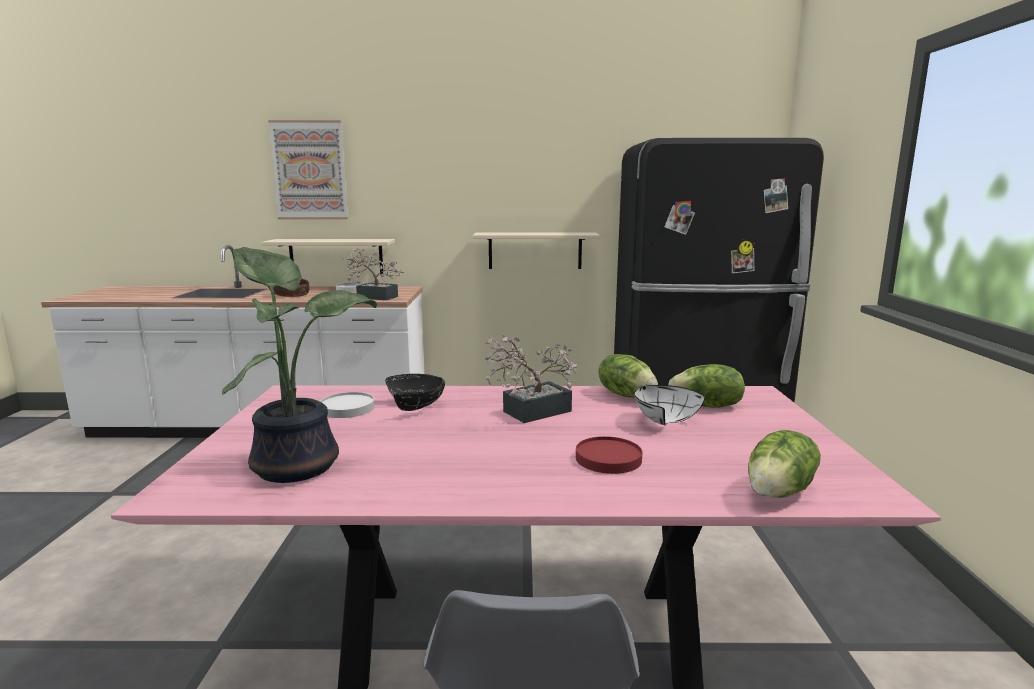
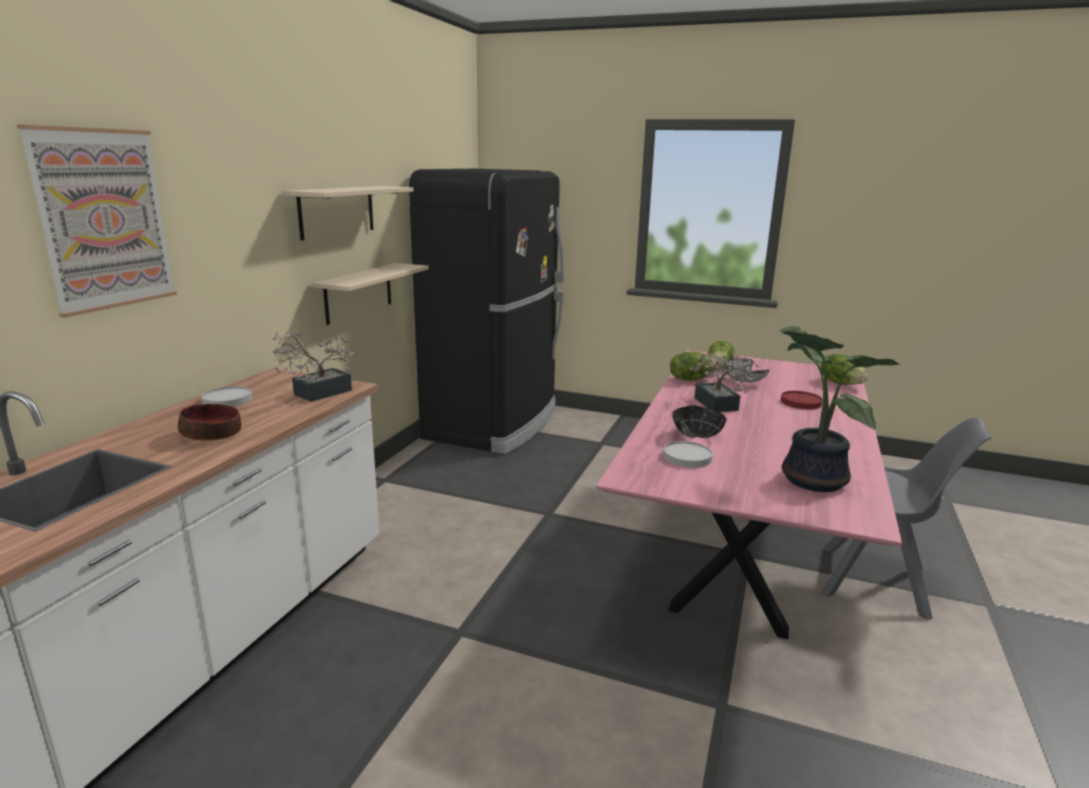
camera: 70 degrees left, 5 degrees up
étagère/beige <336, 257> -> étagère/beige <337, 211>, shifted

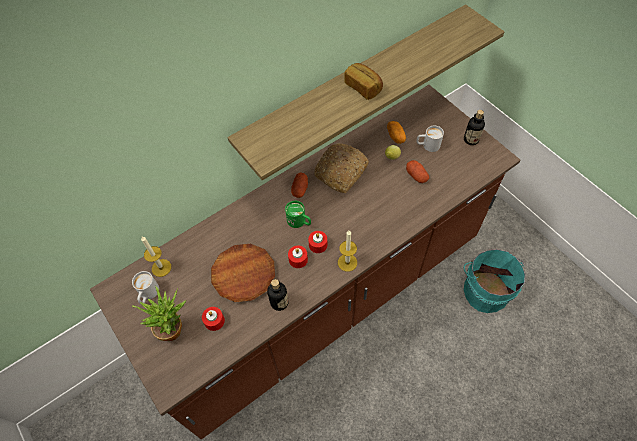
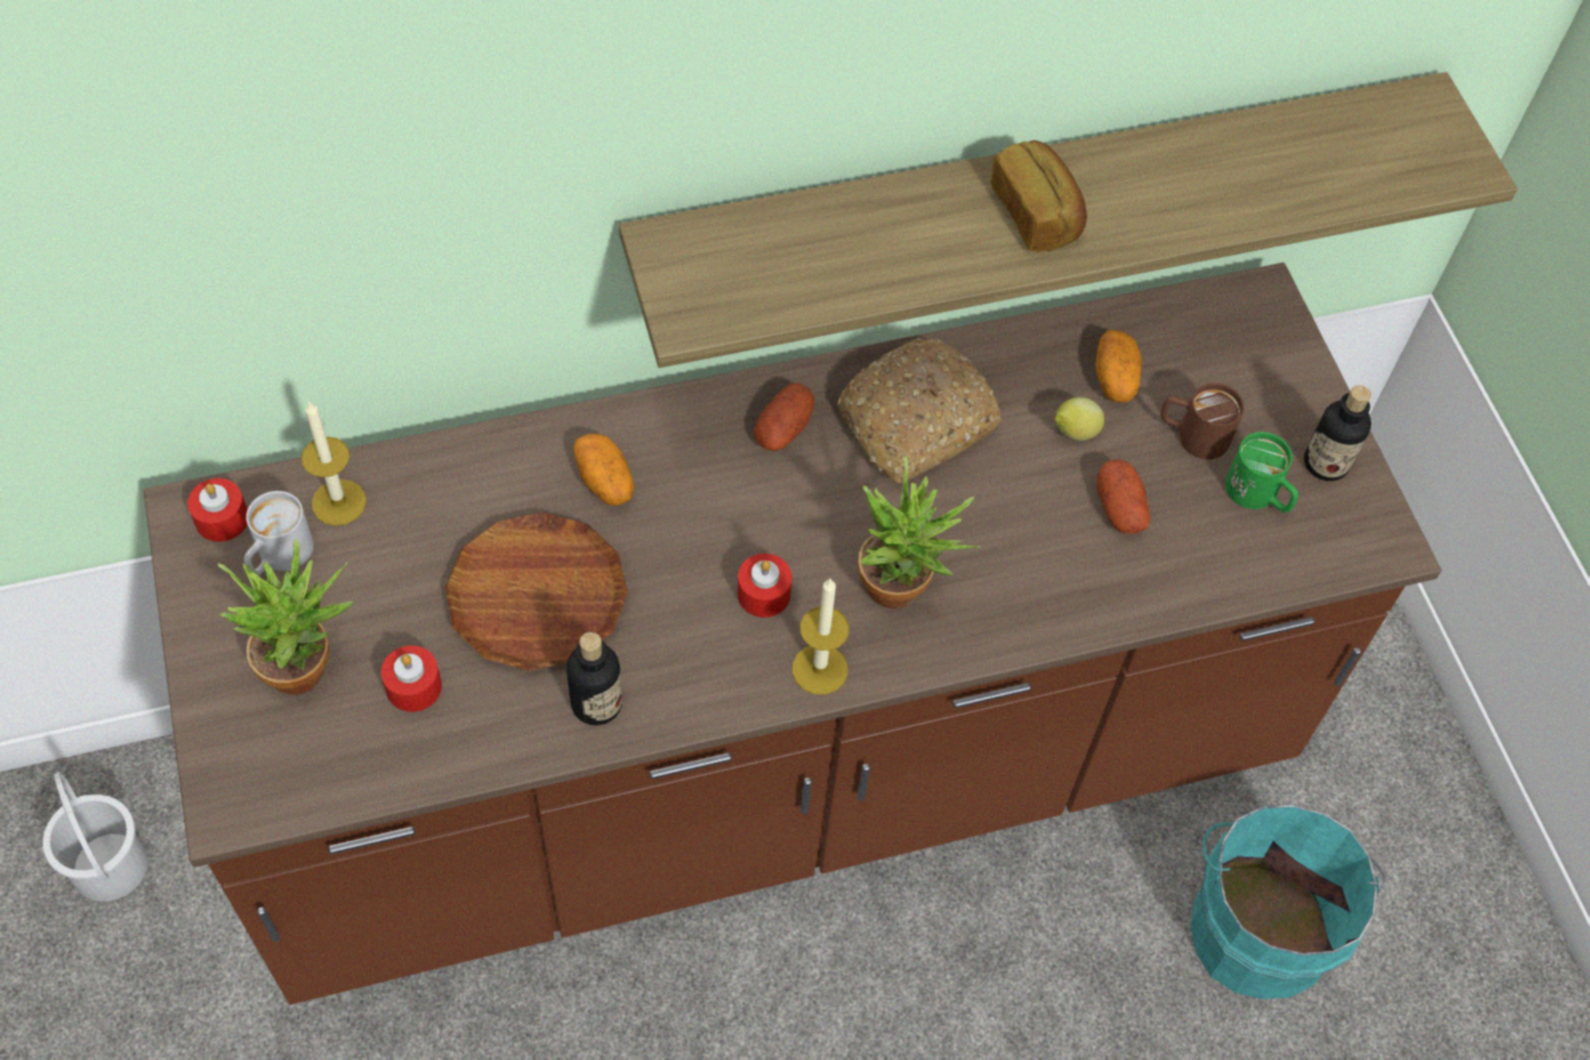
camera: 15 degrees right, 0 degrees up
none -> seau/blanc <111, 865>
bougie/rouge <298, 259> -> bougie/rouge <222, 519>, shifted
none -> pomme de terre <605, 481>
none -> plante en pot <903, 591>
mug/blanc <427, 145> -> mug/marron <1192, 435>
mug/vert <299, 222> -> mug/vert <1259, 496>, shifted

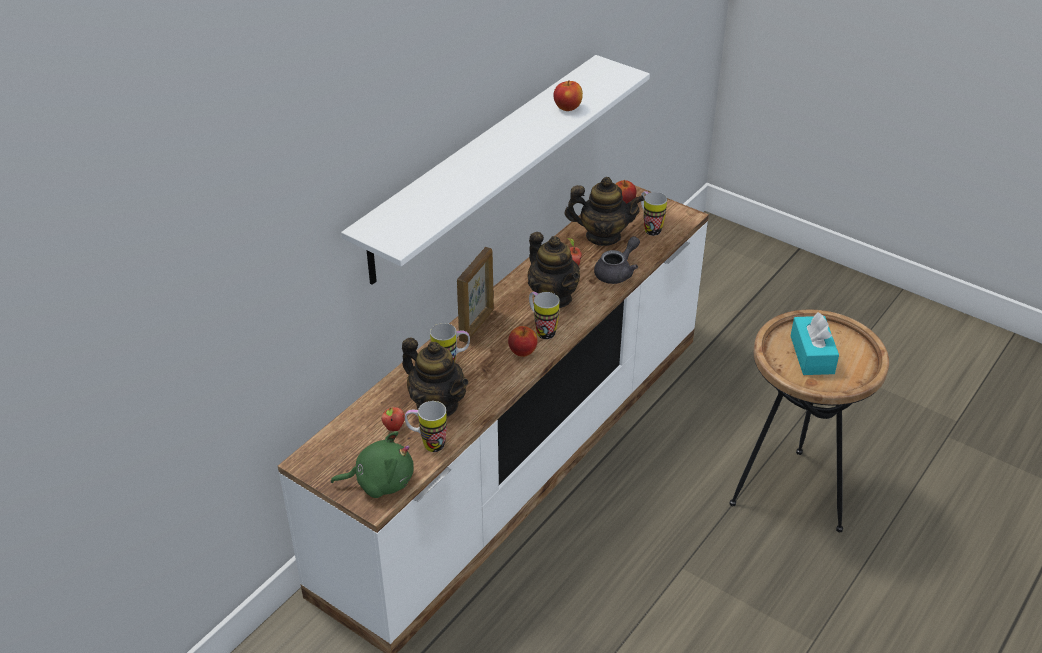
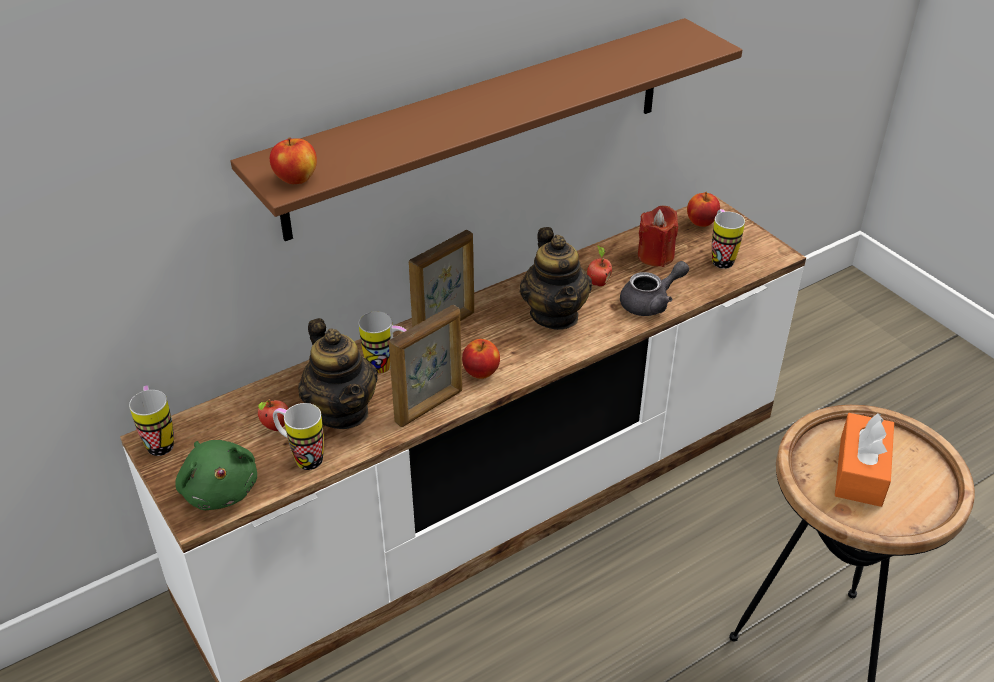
camera: 20 degrees right, 0 degrees up
mug <542, 330> -> mug <159, 440>, shifted
peluche/vert <380, 481> -> peluche/vert <220, 489>, 45 degrees clockwise
étagère/blanc <482, 167> -> étagère/marron <481, 127>
pomme <567, 108> -> pomme <296, 179>, shifted
none -> cadre photo <430, 406>
théière <603, 236> -> bougie/rouge <655, 256>
boîte à mouchoirs/turquoise <812, 355> -> boîte à mouchoirs/orange <860, 471>

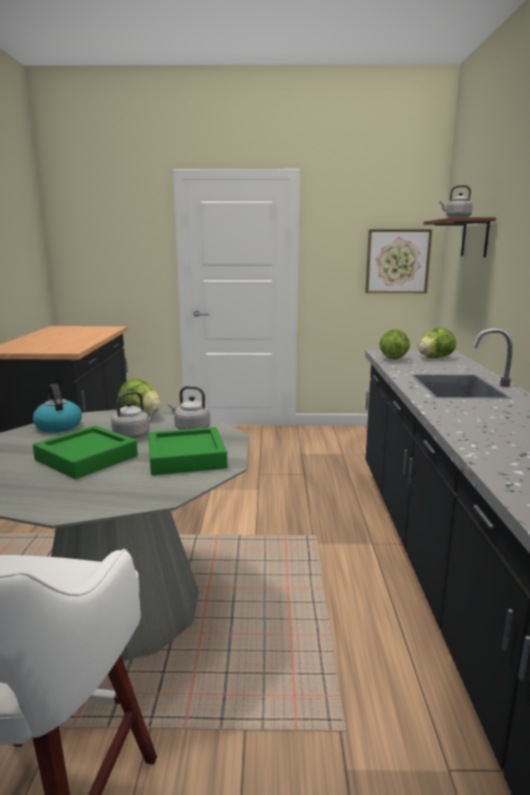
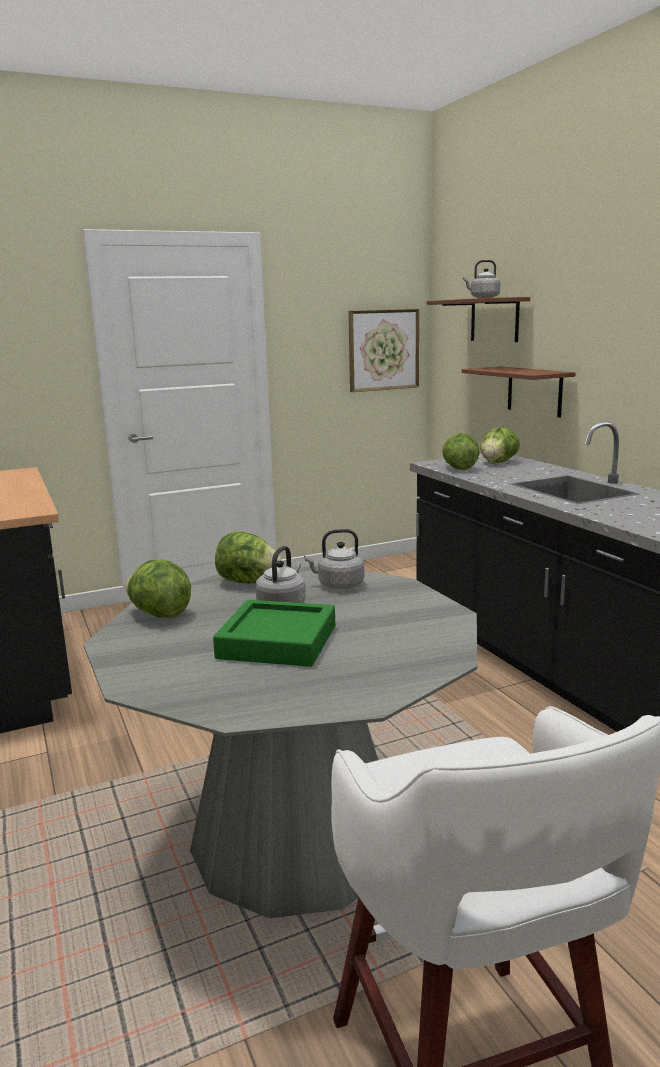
camera: 25 degrees left, 0 degrees up
bouilloire <58, 426> -> laitue <159, 614>
none -> étagère/marron <534, 391>
plateau/vert <186, 457> -> none

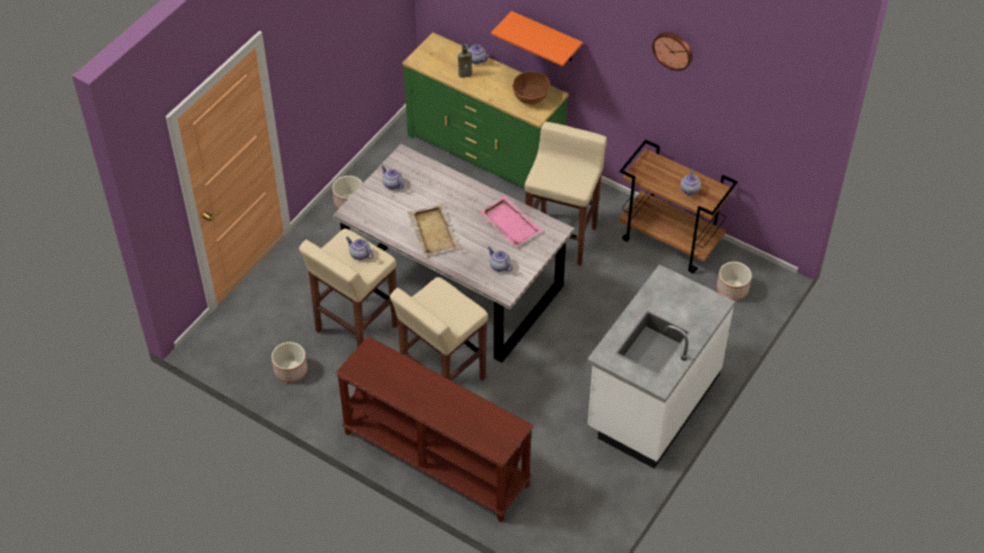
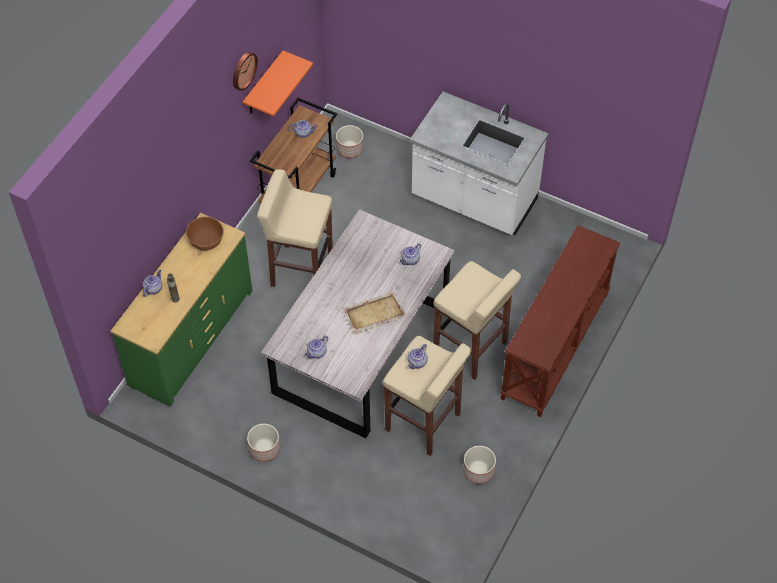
camera: 95 degrees left, 5 degrees up
étagère/orange <546, 37> -> étagère/orange <263, 85>, shifted
plateau/rose <509, 223> -> none

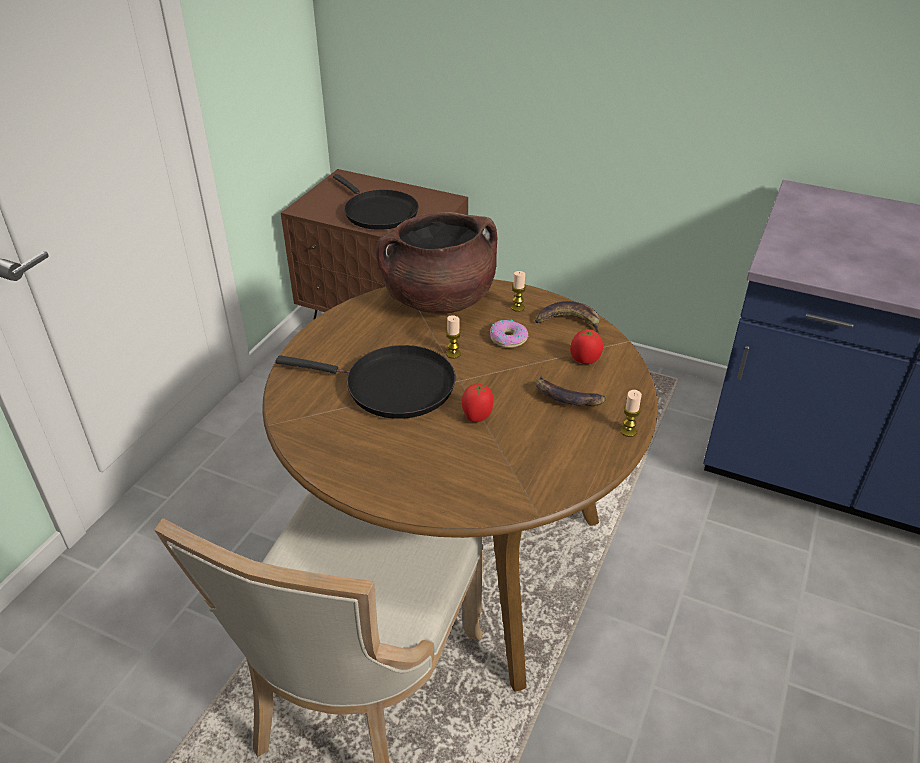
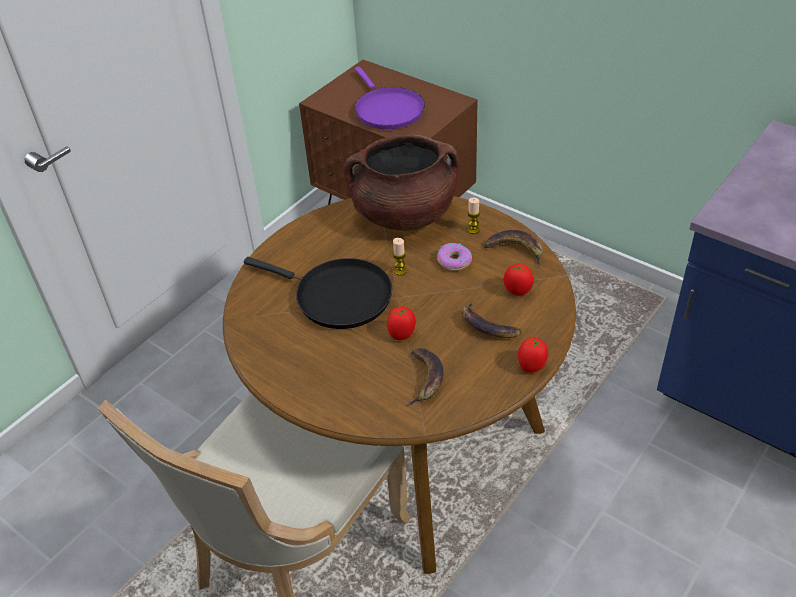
camera: 15 degrees right, 5 degrees up
poêle/noir <378, 212> -> poêle/violet <387, 110>
none -> banane <425, 379>
bougie <628, 431> -> tomate <532, 366>

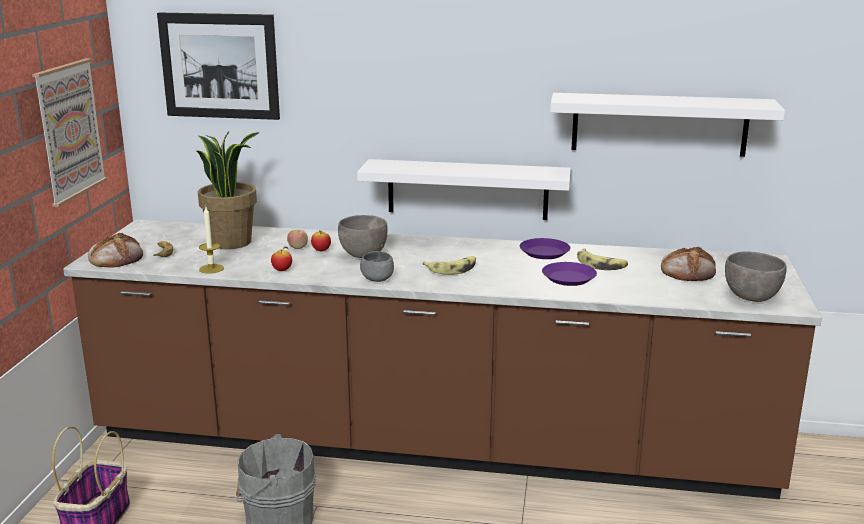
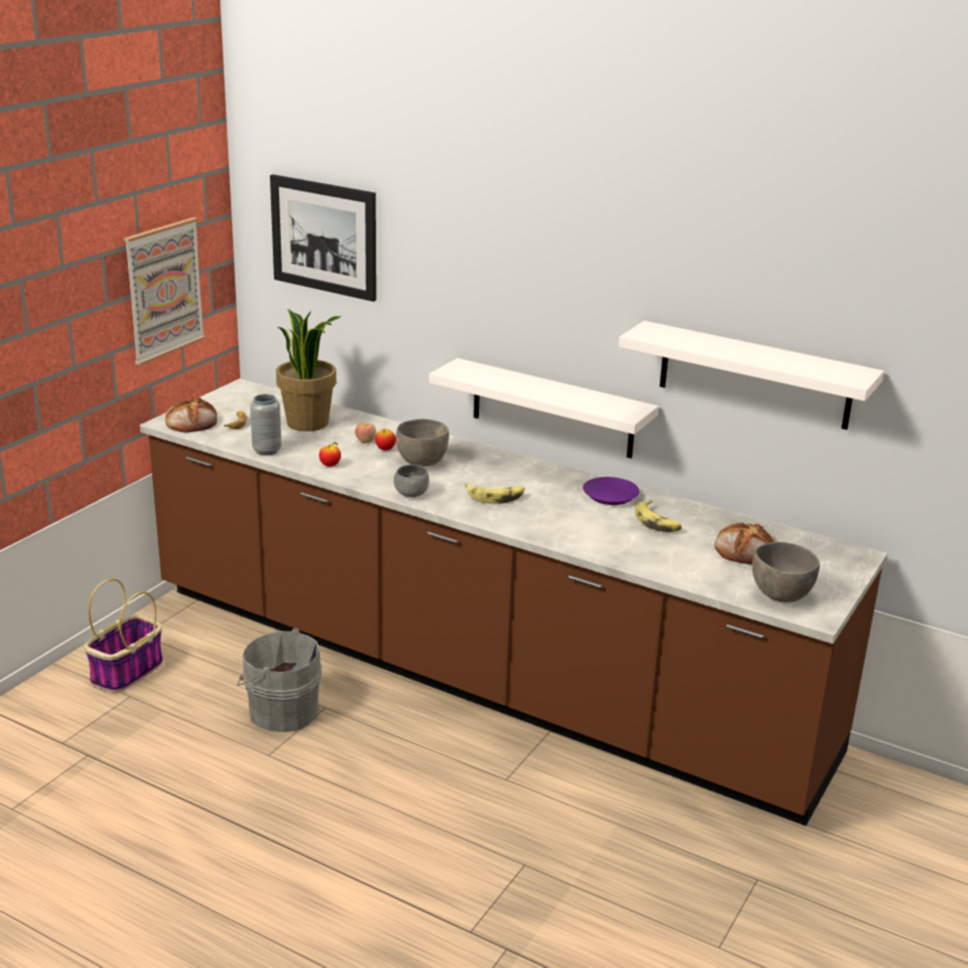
camera: 20 degrees right, 5 degrees up
bougie <211, 269> -> vase/gris <267, 451>
assiette/violet <569, 278> -> none

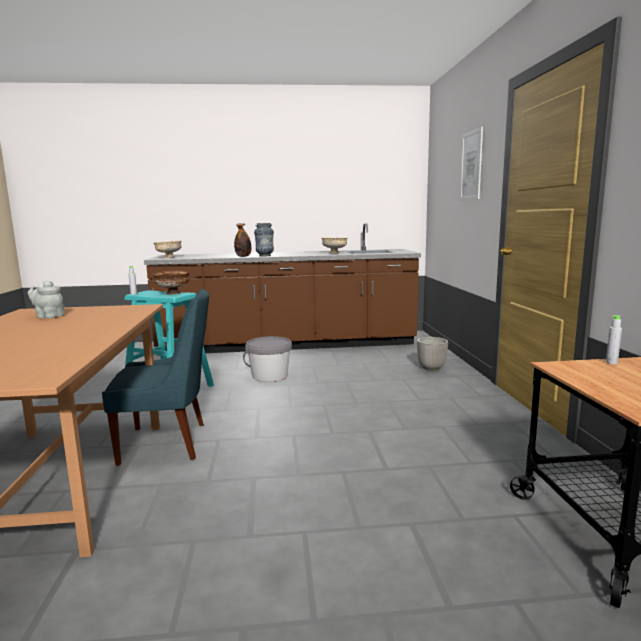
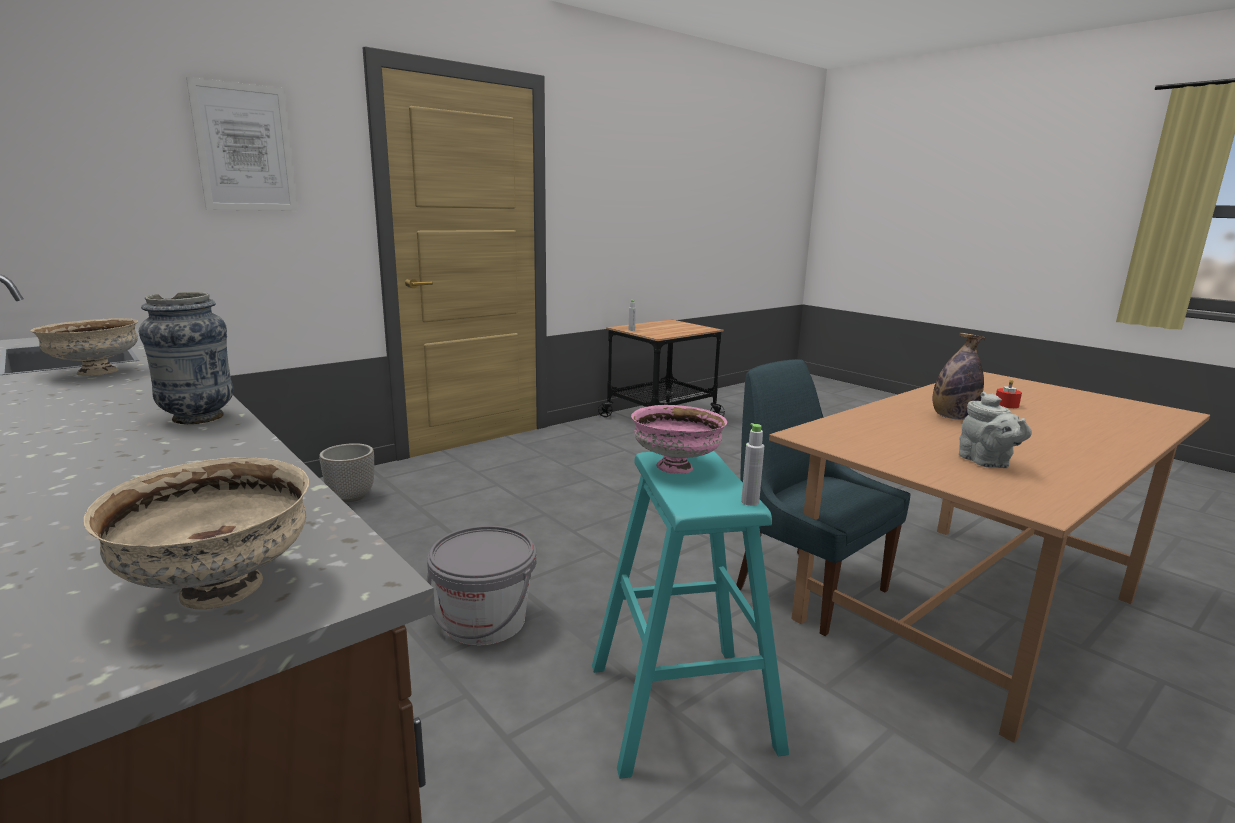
camera: 125 degrees left, 5 degrees up
bol/marron <173, 293> -> bol/rose <675, 467>
bouteille <243, 256> -> bouteille <952, 417>, shifted
none -> bougie/rouge <1006, 405>

